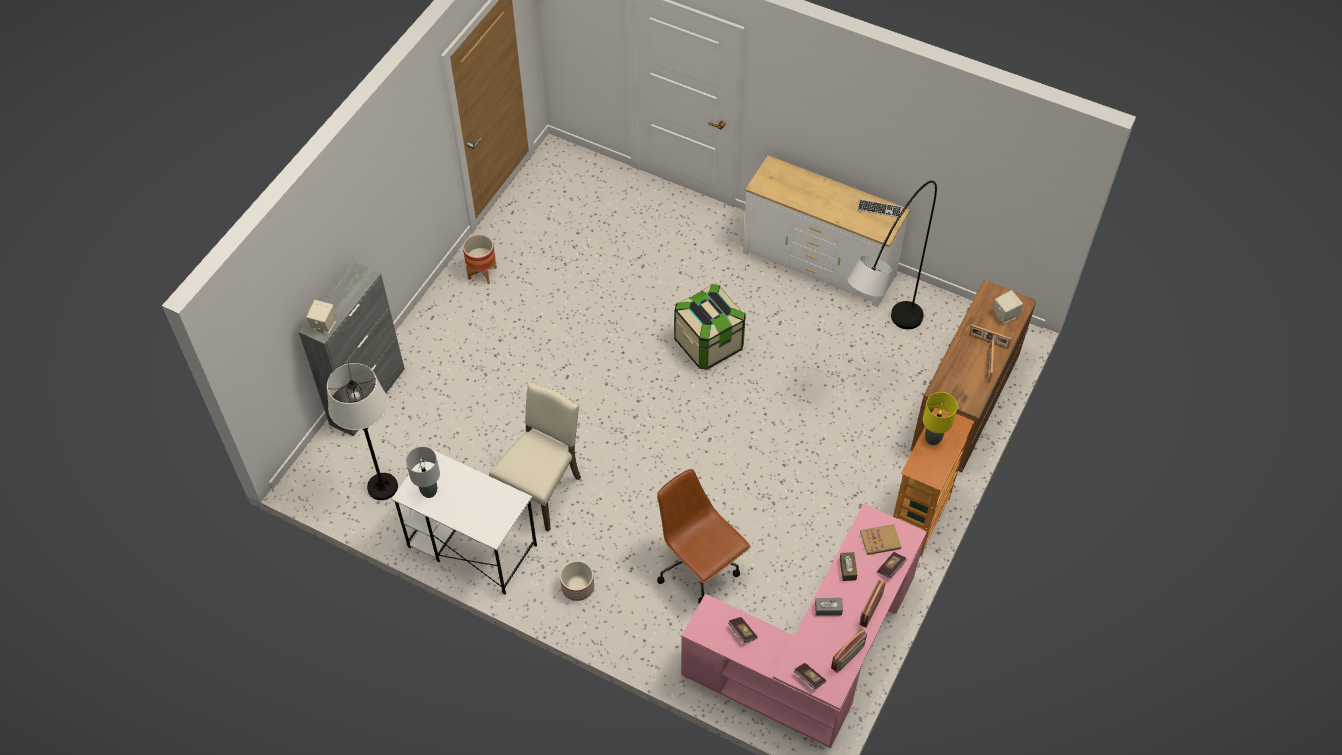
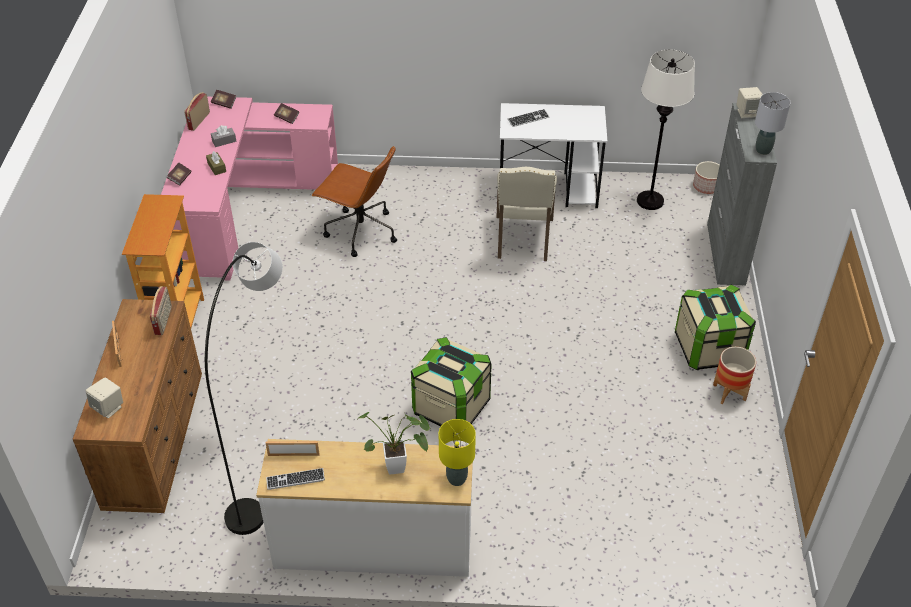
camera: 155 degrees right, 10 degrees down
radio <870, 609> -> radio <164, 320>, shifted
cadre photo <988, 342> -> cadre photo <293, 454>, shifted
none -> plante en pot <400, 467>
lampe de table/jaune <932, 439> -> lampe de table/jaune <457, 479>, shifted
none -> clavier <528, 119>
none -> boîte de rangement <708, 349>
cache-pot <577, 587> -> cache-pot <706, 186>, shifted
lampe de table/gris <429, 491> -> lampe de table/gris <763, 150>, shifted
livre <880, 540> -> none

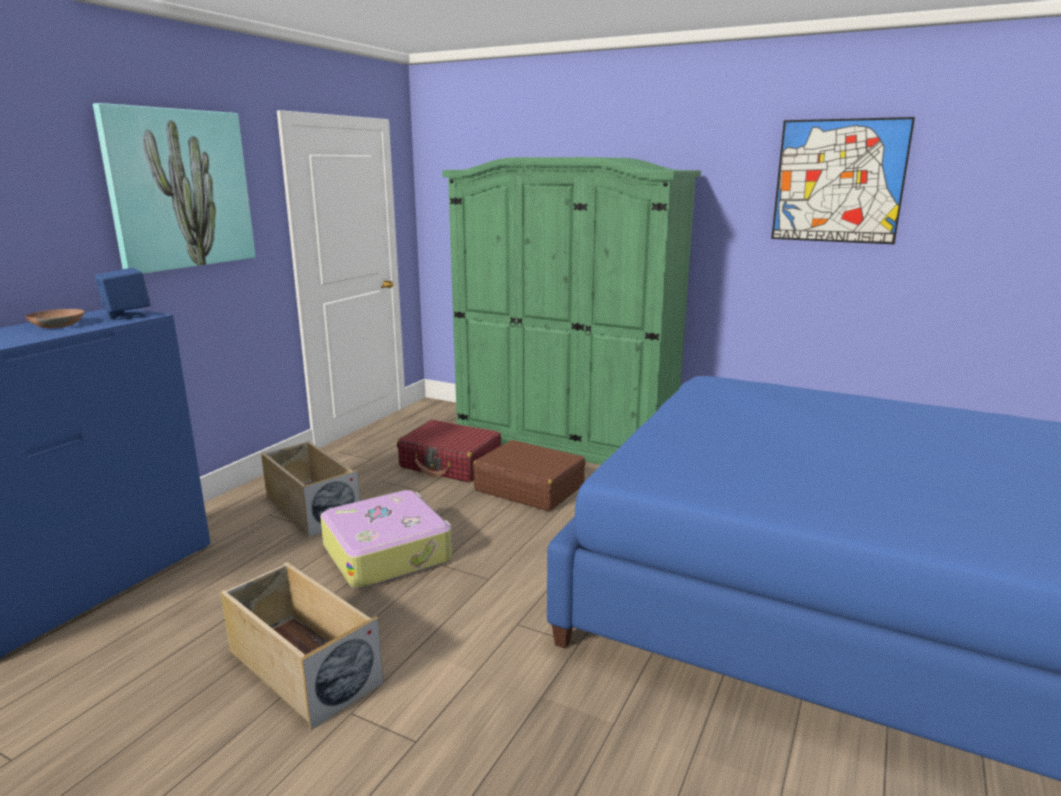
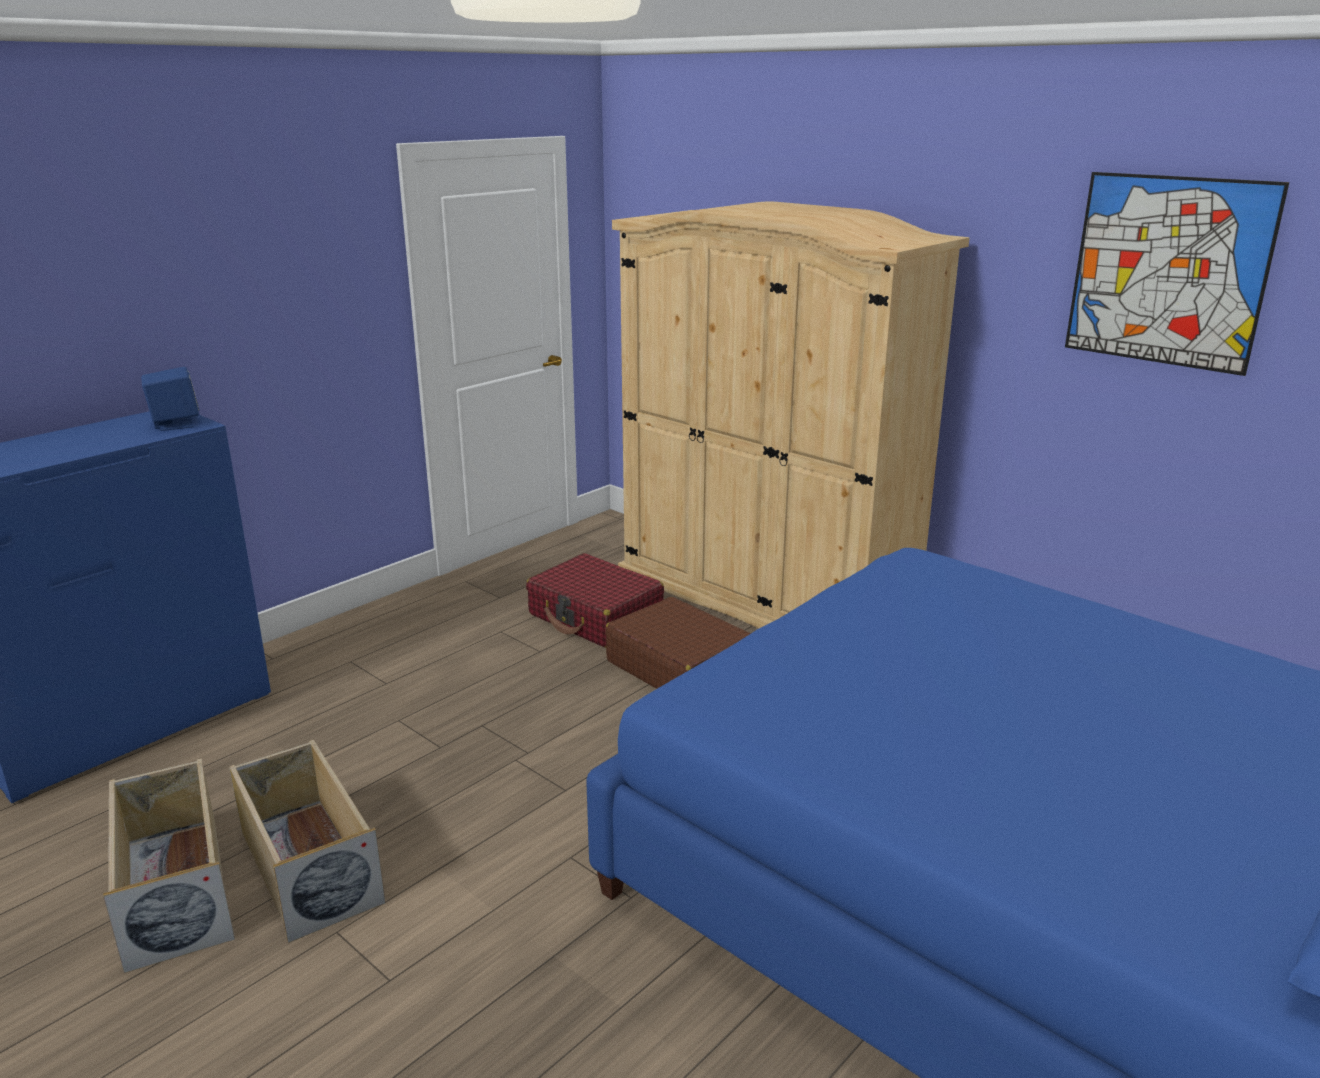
camera: 15 degrees right, 5 degrees up
boîte de rangement/beige <311, 507> -> boîte de rangement/beige <175, 890>, shifted
armoire/vert <564, 439> -> armoire/beige <764, 597>
bol/marron <57, 325> -> none
tableau <179, 189> -> none
valise <388, 552> -> none

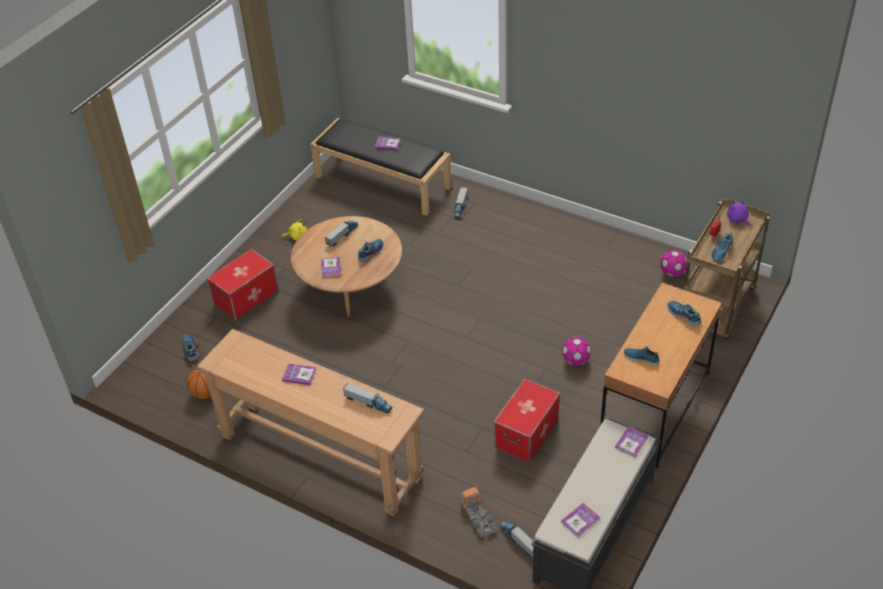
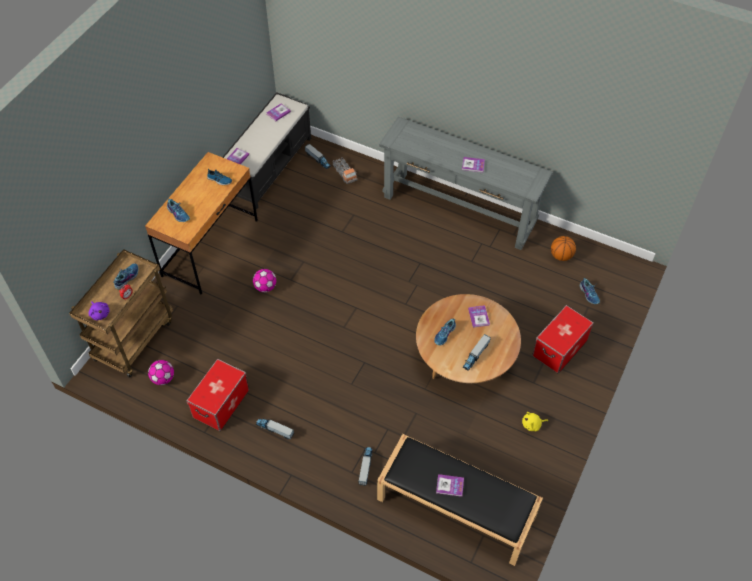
camera: 175 degrees right, 10 degrees up
boîte de rangement <527, 433> -> boîte de rangement <221, 403>, shifted
camion jouet <368, 403> -> camion jouet <275, 430>, shifted
table console/marron <320, 456> -> table console/gris <459, 210>

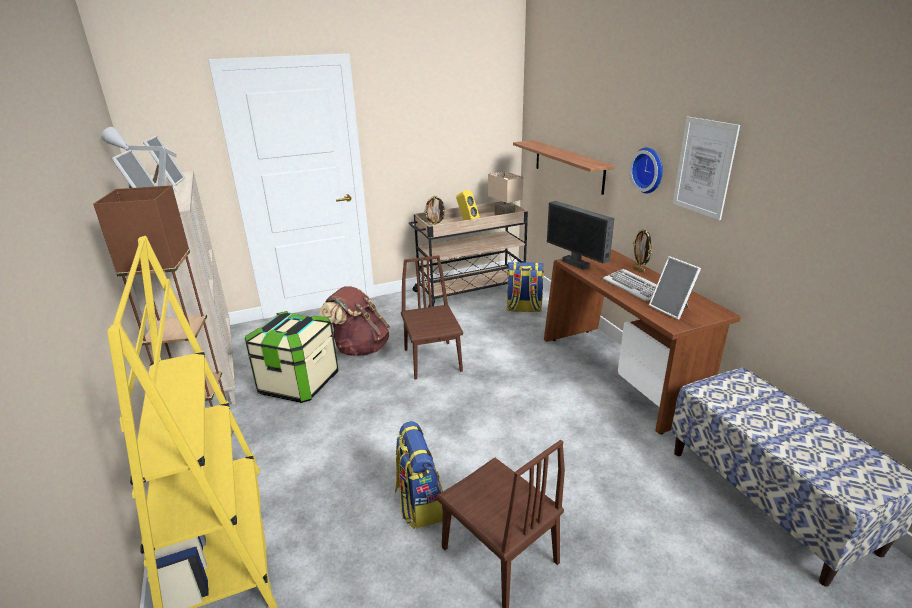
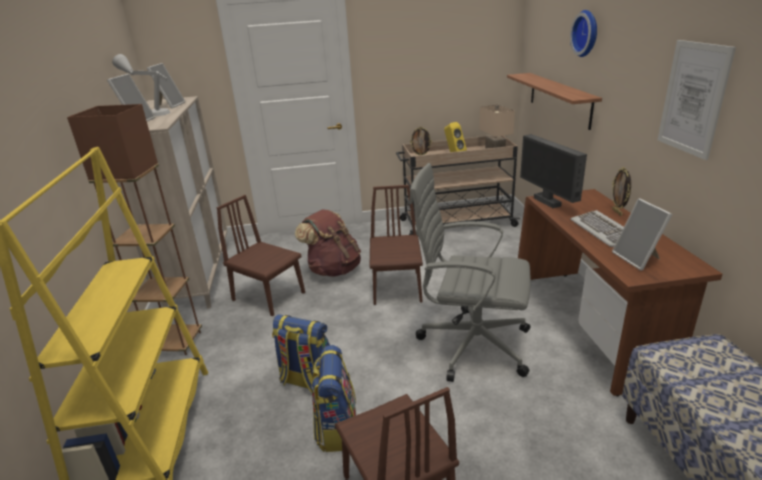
camera: 15 degrees right, 0 degrees up
boîte de rangement <299, 383> -> chaise/marron <268, 296>
sac à dos <523, 309> -> sac à dos <307, 381>, shifted
none -> chaise de bureau/gris <471, 344>
horloge murale <649, 170> -> horloge murale <587, 33>, shifted

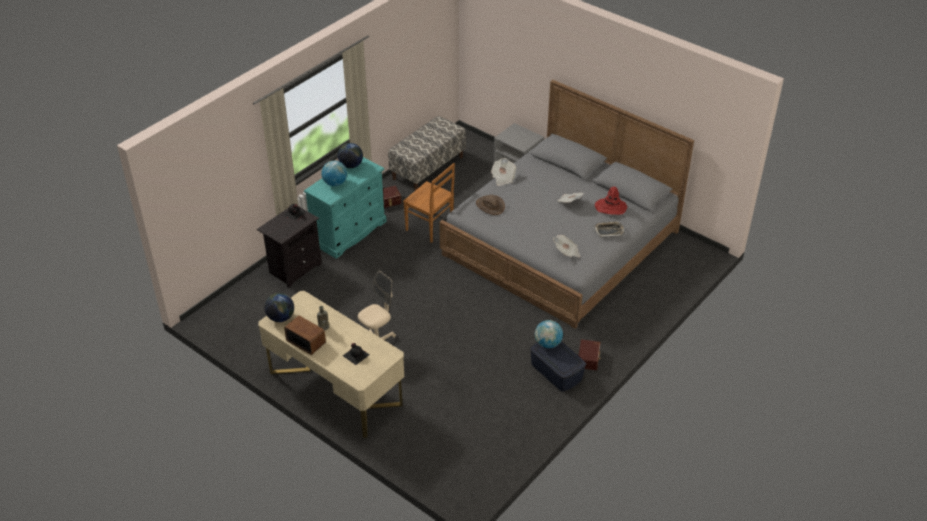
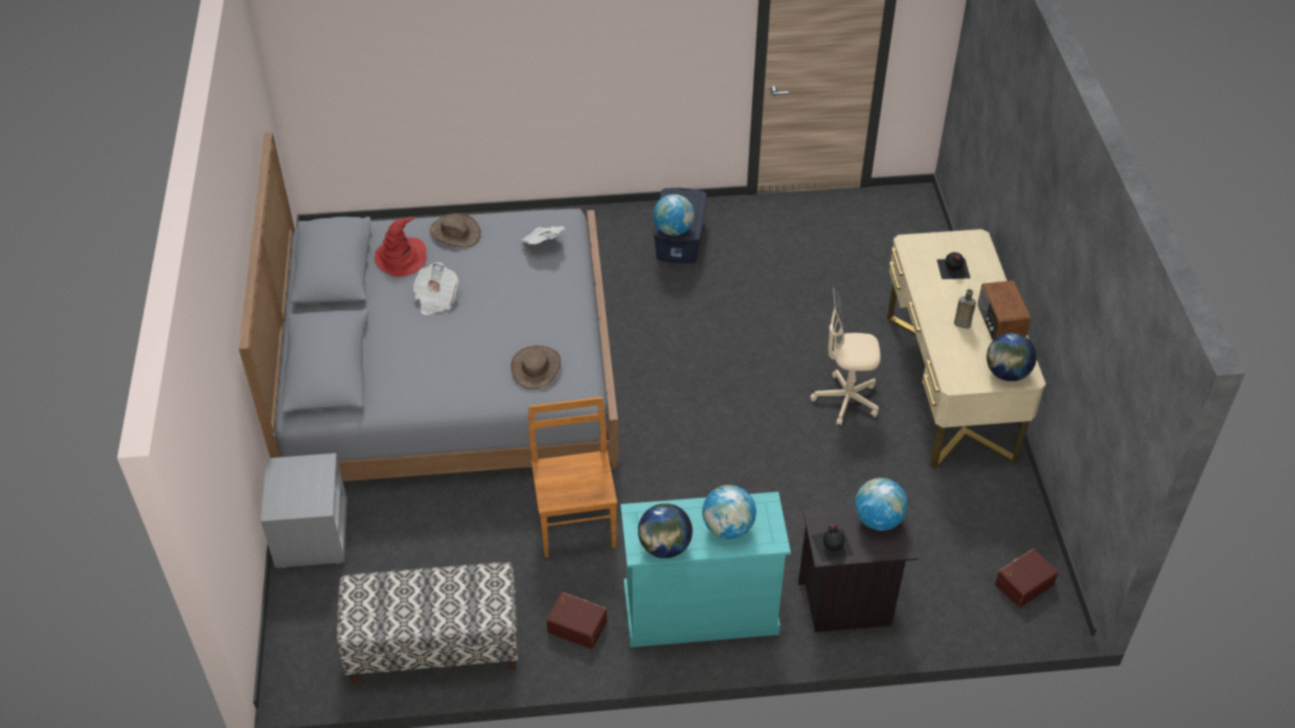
camera: 135 degrees left, 5 degrees up
plateau <609, 231> -> chapeau/marron <455, 232>
none -> globe <878, 519>
boîte de rangement/marron <589, 359> -> boîte de rangement/marron <1023, 583>, shifted
journal <503, 178> -> none

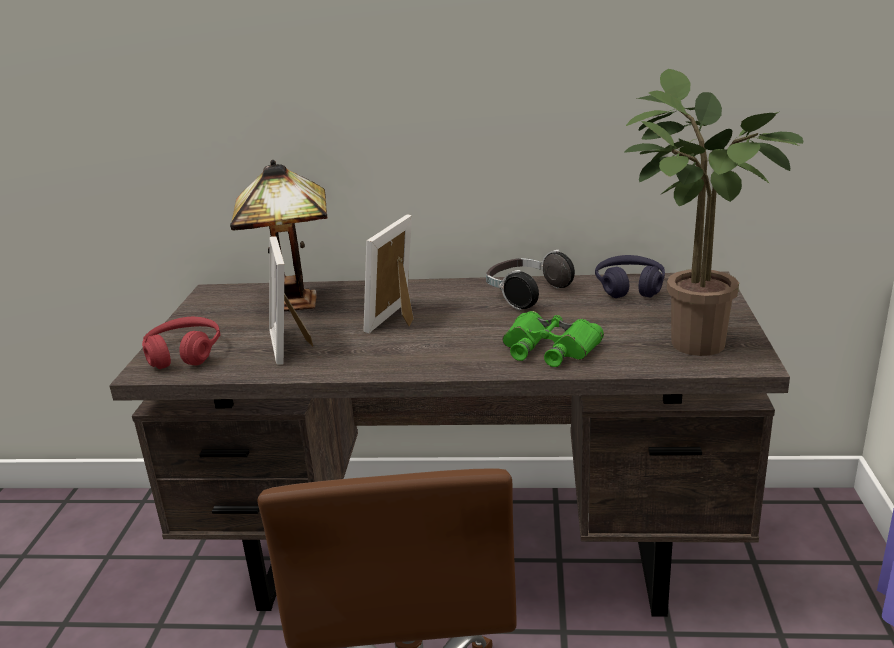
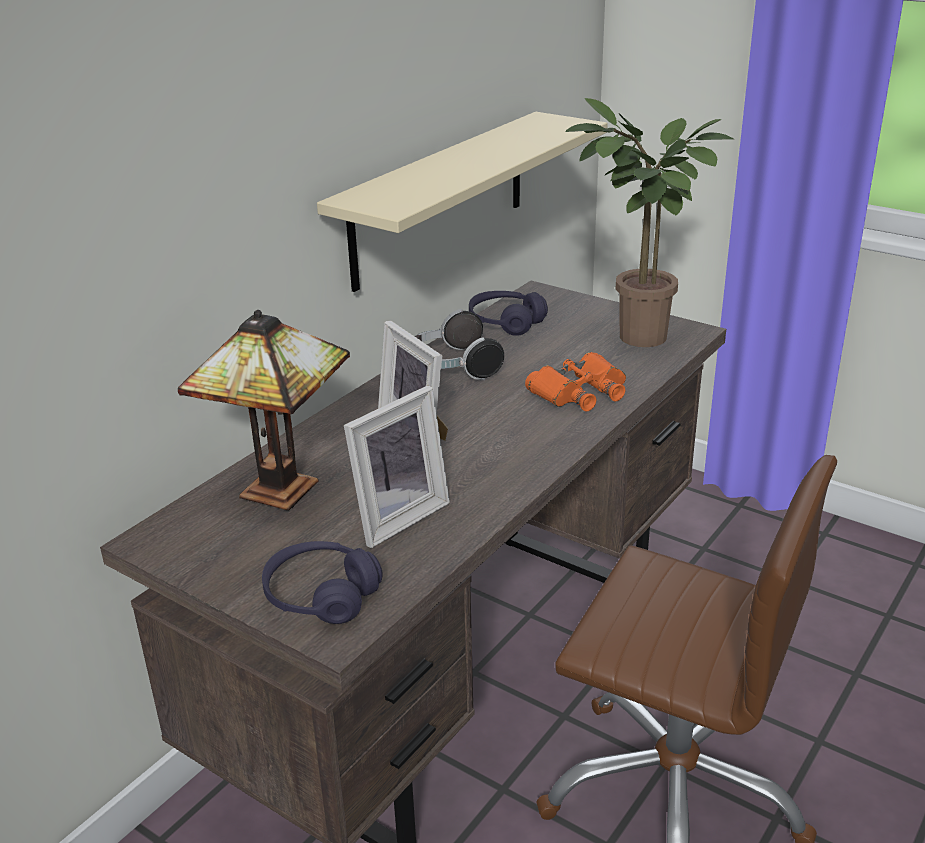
camera: 60 degrees left, 5 degrees up
casque audio/rouge <184, 353> -> casque audio/violet <321, 596>
none -> étagère/beige <440, 199>
cadre photo <292, 344> -> cadre photo <396, 516>, 60 degrees counterclockwise
jumelles/vert <549, 348> -> jumelles/orange <580, 392>

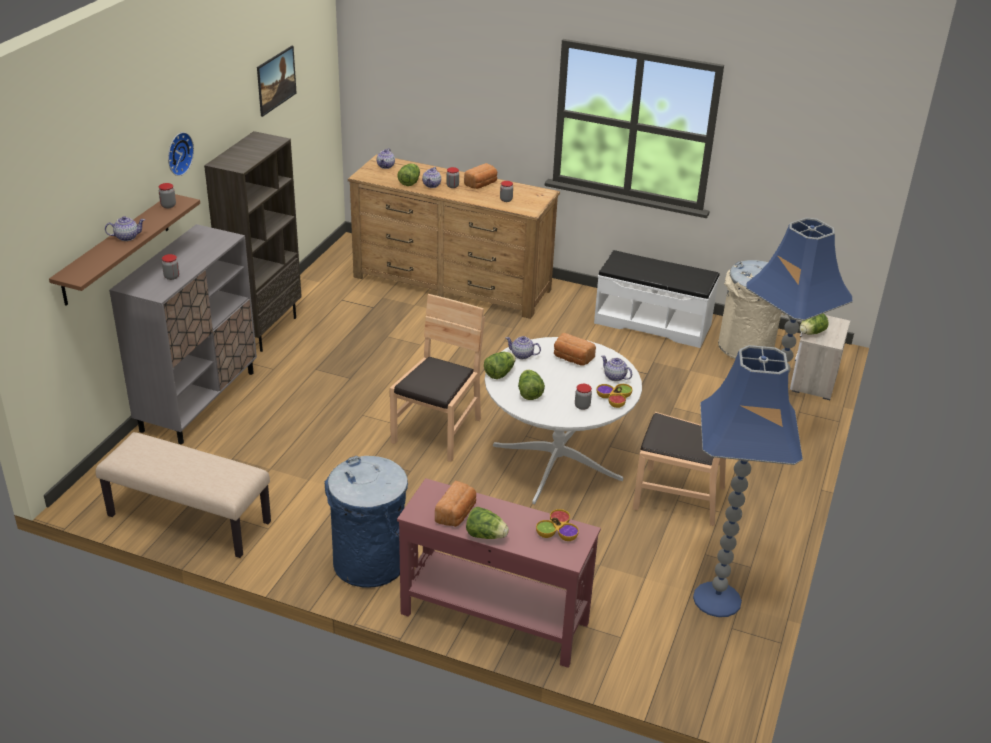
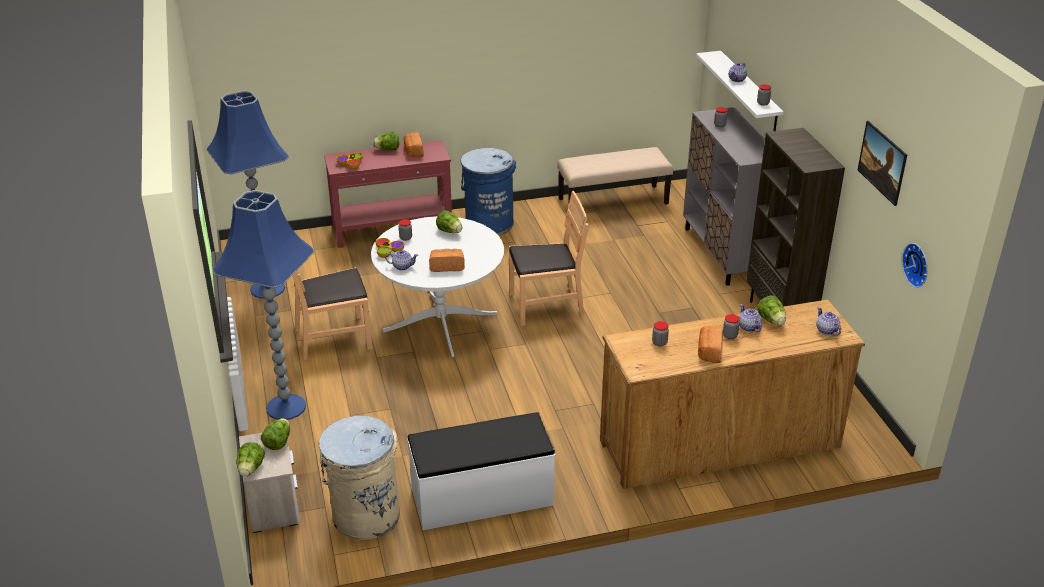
camera: 145 degrees right, 0 degrees up
laitue <499, 373> -> laitue <251, 469>, shifted
chaise/marron <438, 431> -> chaise/marron <546, 305>, 90 degrees counterclockwise
étagère/marron <116, 249> -> étagère/blanc <749, 92>
horloge murale <177, 153> -> horloge murale <918, 264>, shifted
théière <522, 355> -> none

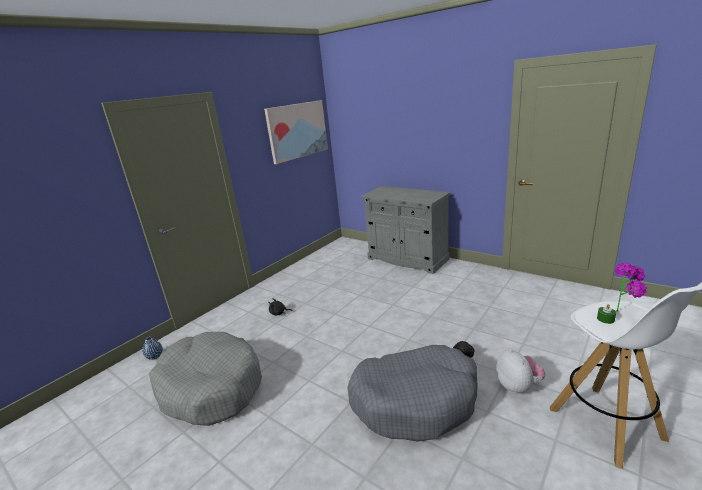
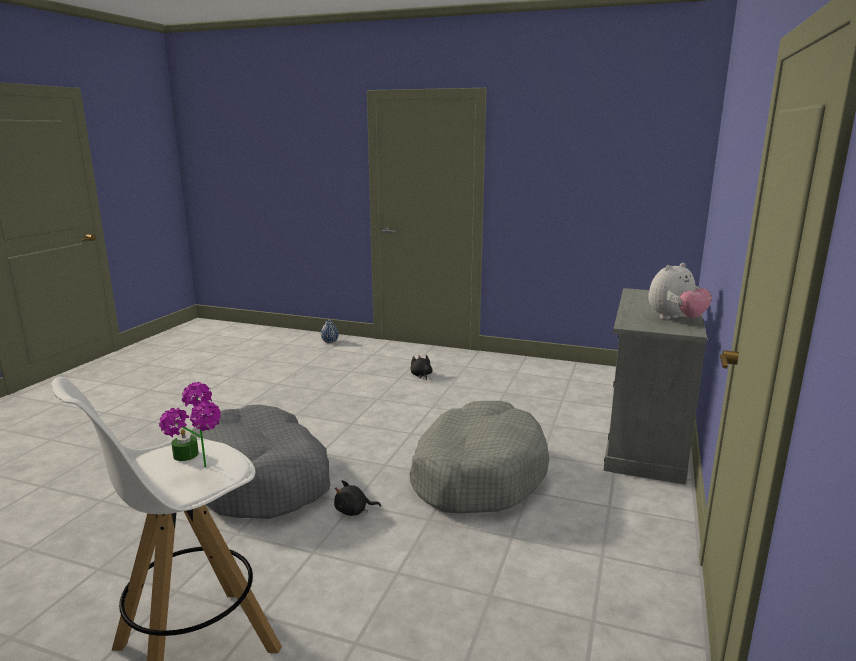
camera: 70 degrees right, 5 degrees down
panier pour chien/gris <210, 387> -> panier pour chien/gris <477, 474>, shifted
peluche <518, 386> -> peluche <675, 319>, shifted
tableau <297, 130> -> none

